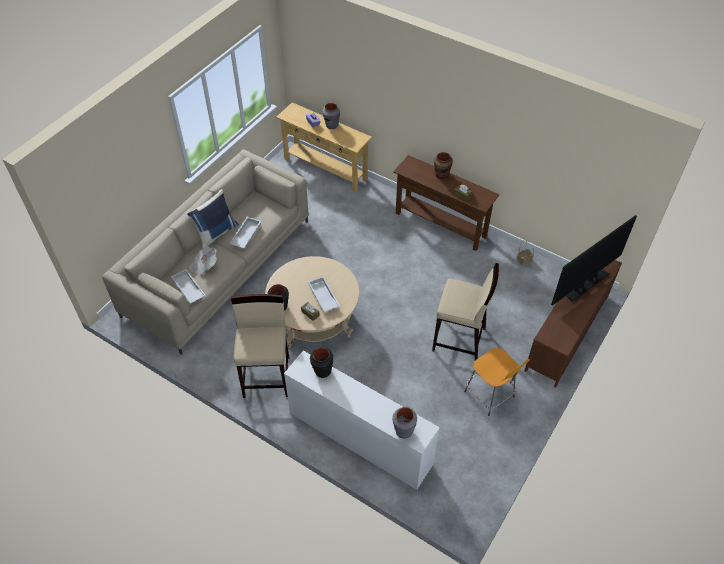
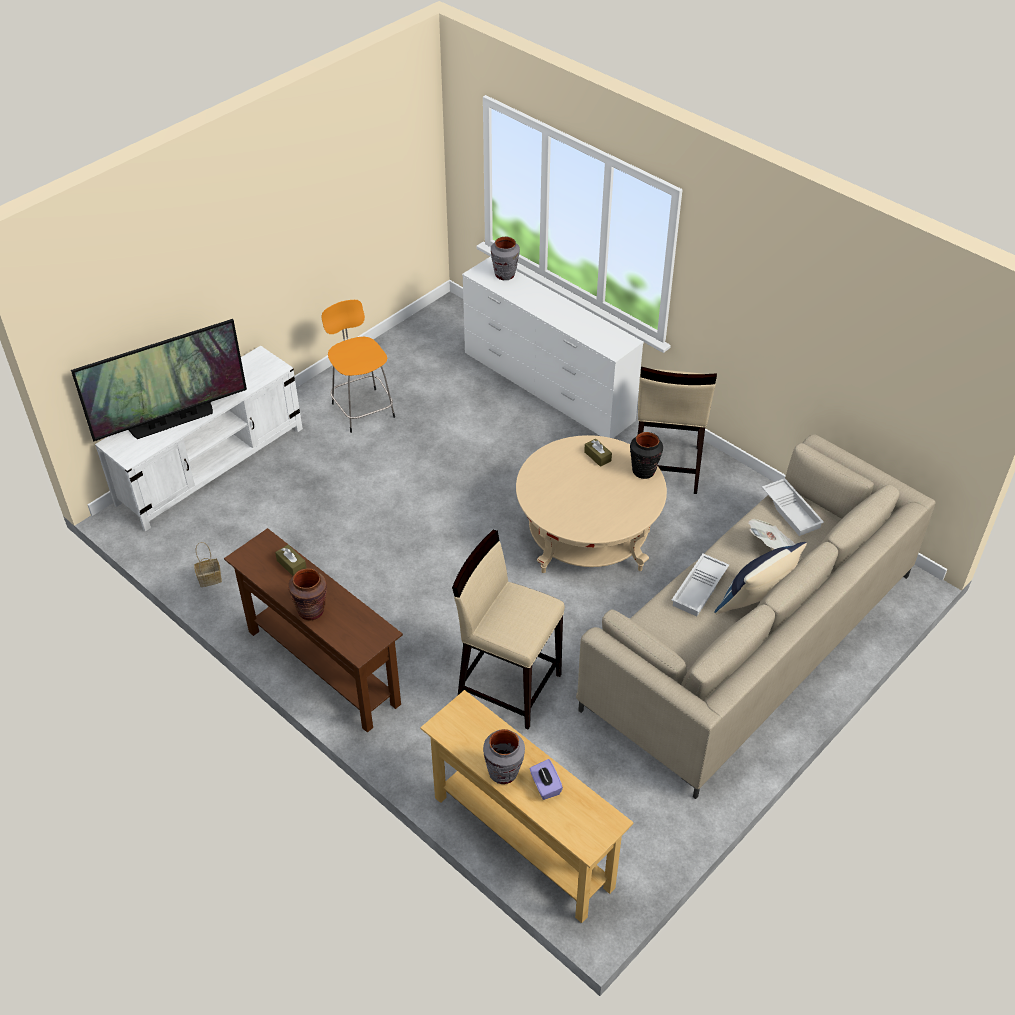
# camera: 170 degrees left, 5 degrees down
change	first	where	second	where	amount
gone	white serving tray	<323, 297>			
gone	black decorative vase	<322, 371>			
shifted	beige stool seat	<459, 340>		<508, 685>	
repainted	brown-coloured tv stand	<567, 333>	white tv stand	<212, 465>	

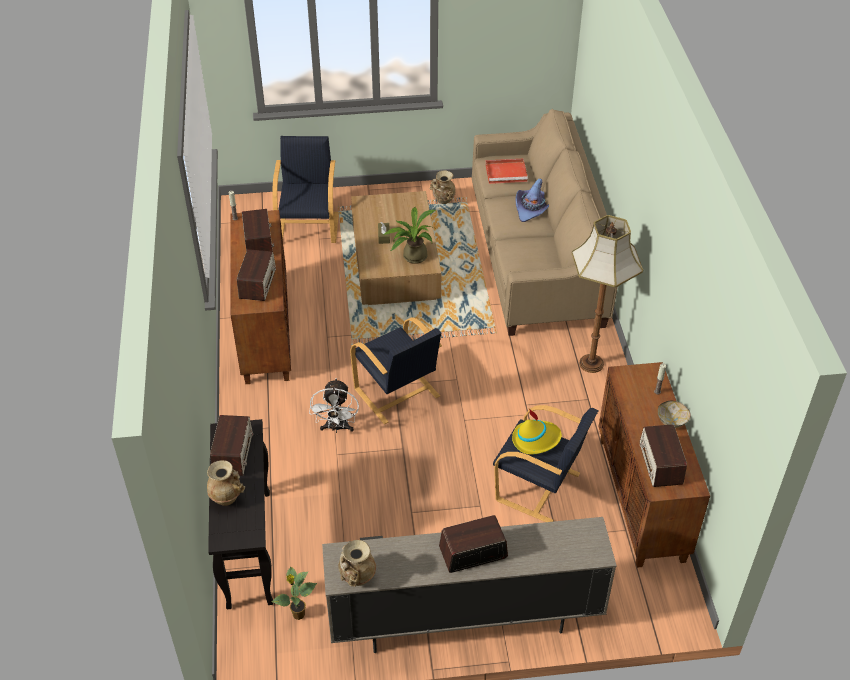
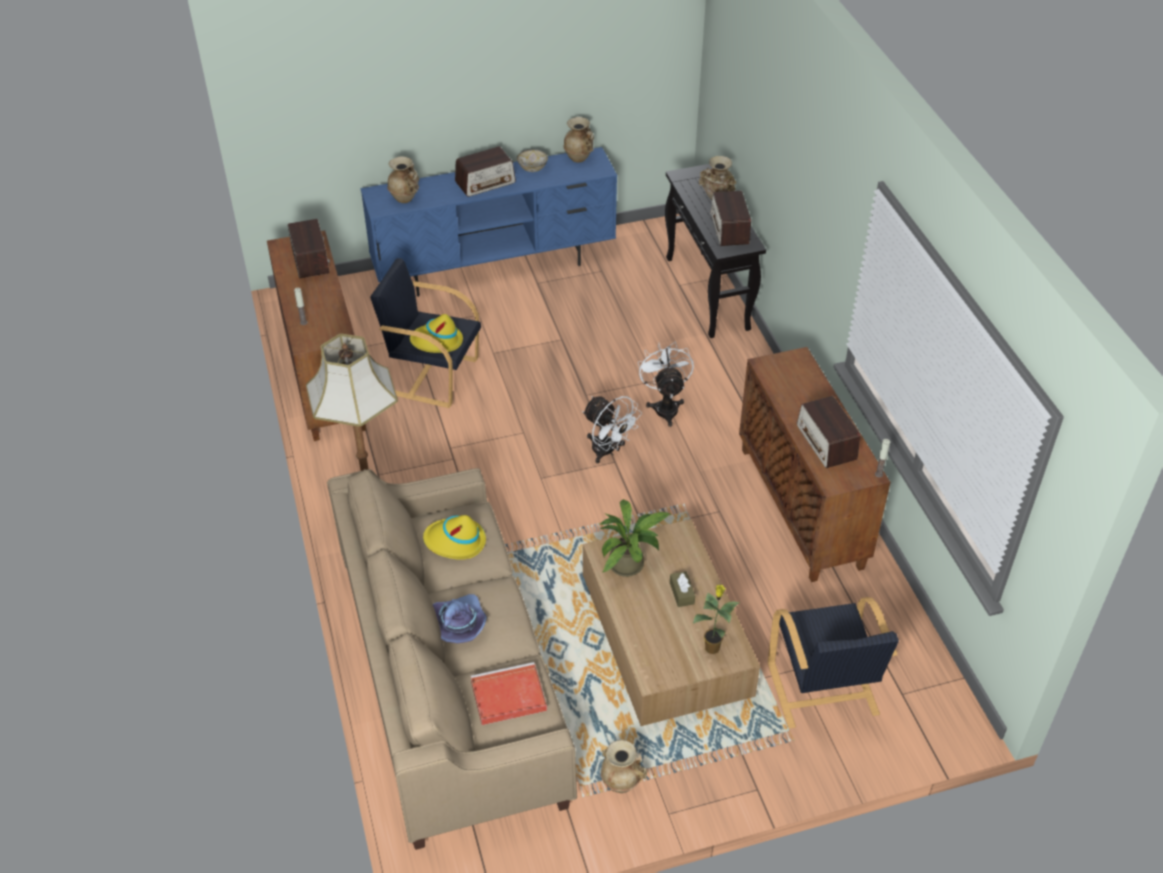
# camera: 170 degrees right, 0 degrees up
change	first	where	second	where	amount
gone	radio receiver	<257, 283>			
shifted	potted plant	<298, 615>		<712, 647>	
repainted	beige tv stand	<463, 621>	blue-coloured tv stand	<495, 267>	
swapped	black armchair	<397, 394>	white fan	<608, 451>	
shifted	bowl	<672, 422>		<532, 168>	
new			beige decorative vase	<405, 198>	
new			yellow clothing hat	<455, 542>	

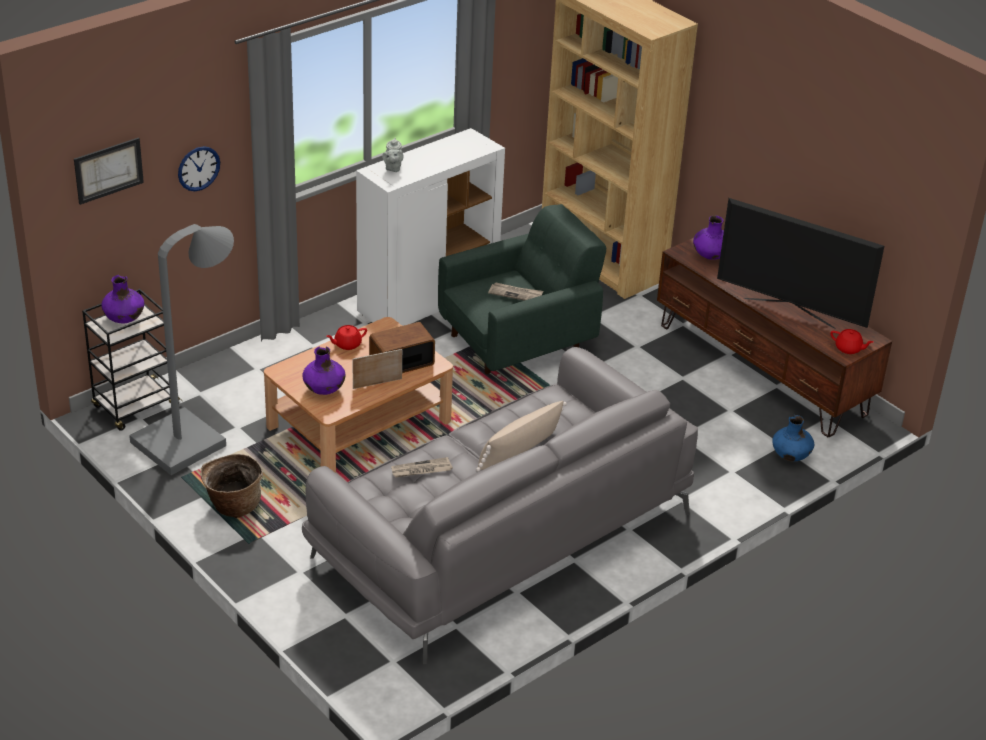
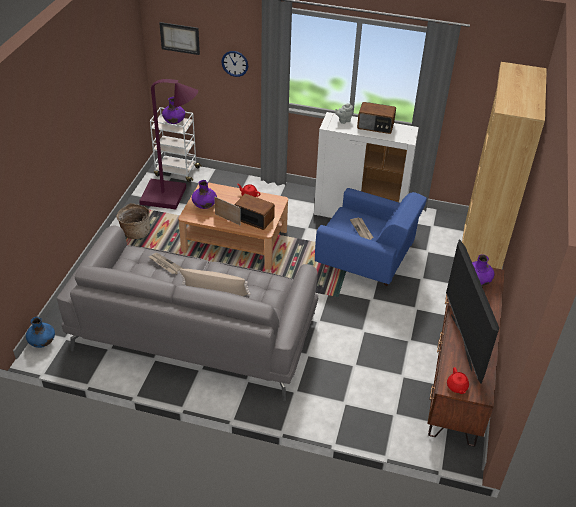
# camera: 55 degrees right, 5 degrees up
change	first	where	second	where	amount
repainted	black wheeled cart	<134, 407>	white wheeled cart	<176, 171>	
repainted	gray floor lamp	<189, 438>	purple-coloured floor lamp	<170, 196>	
repainted	green-coloured armchair	<519, 340>	blue-coloured armchair	<366, 261>	
shifted	blue-coloured decorative vase	<791, 456>		<42, 342>	
new			radio receiver	<375, 126>	

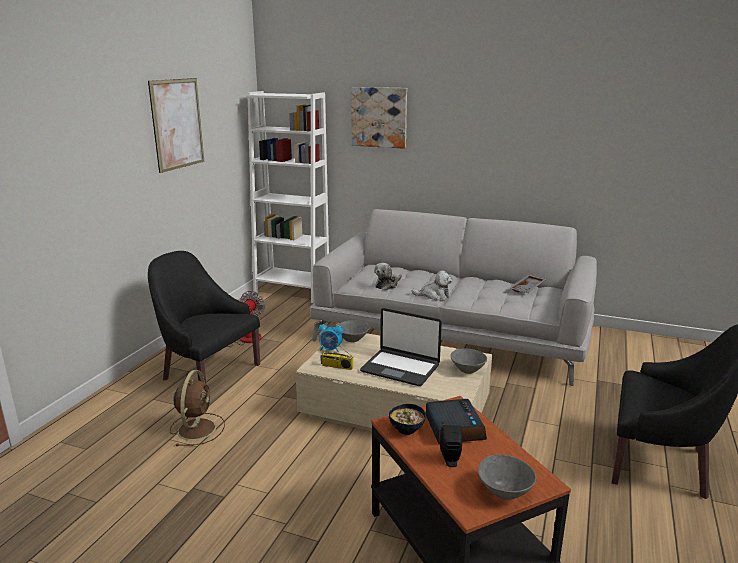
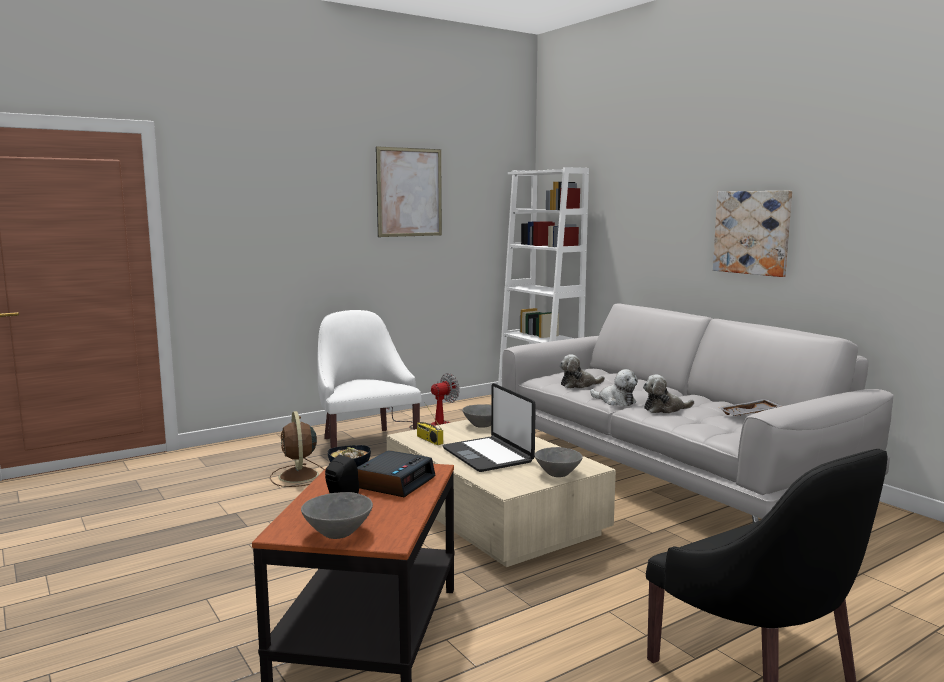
# camera: 35 degrees right, 10 degrees down
change	first	where	second	where	amount
repainted	black armchair	<208, 373>	white armchair	<365, 442>	
rotated	brown-coloured fan	<197, 428>		<299, 476>	120 degrees clockwise
gone	table clock	<330, 349>			
shifted	wall art	<379, 117>		<752, 232>	
new			plush toy	<664, 409>	

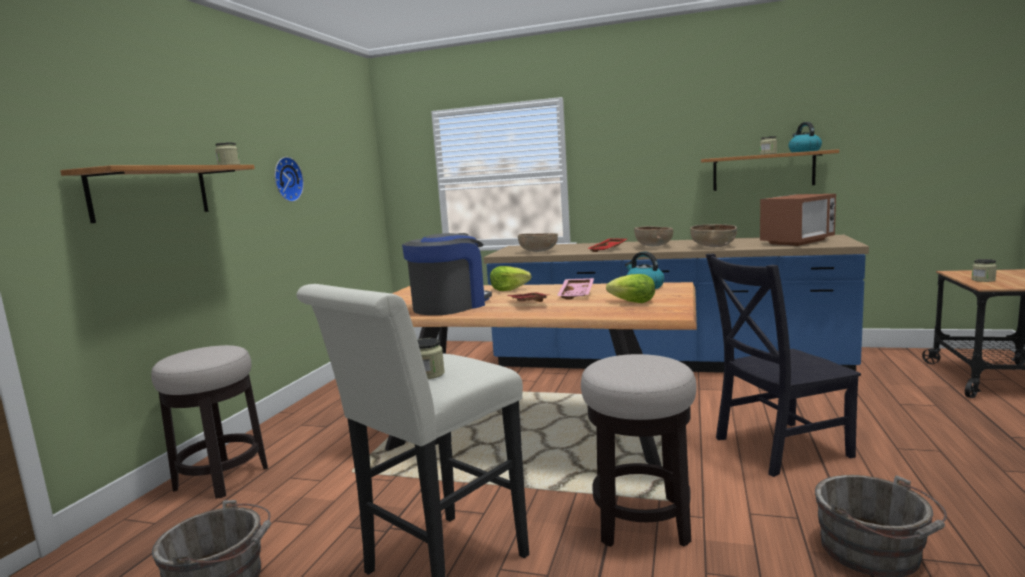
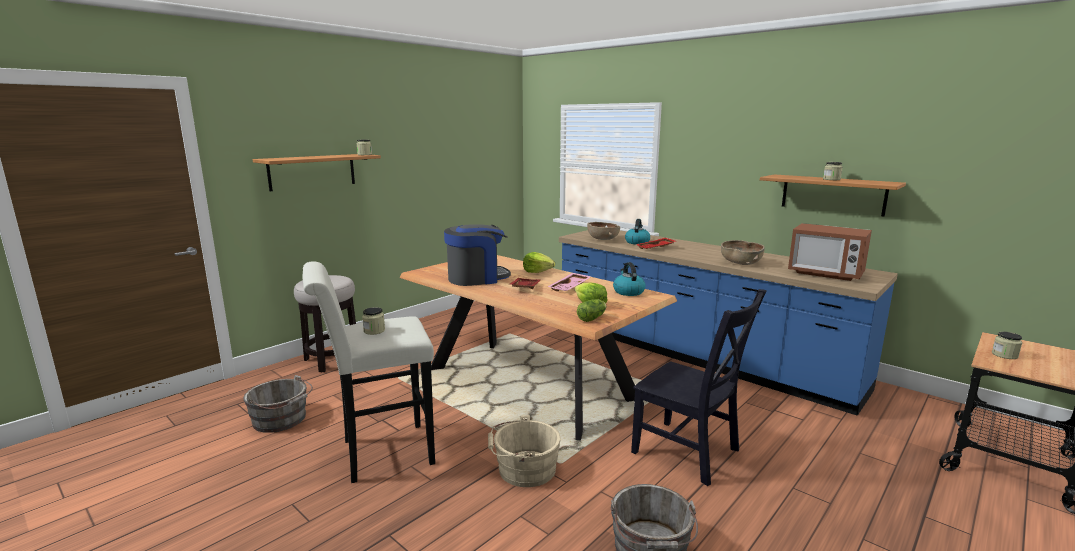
# camera: 25 degrees right, 5 degrees up
change	first	where	second	where	amount
gone	wall clock	<286, 179>			
swapped	stool seat	<641, 521>	beige water bucket	<523, 469>	
gone	brown-coloured bowl	<653, 246>			
rotated	black plain chair	<777, 448>		<689, 453>	150 degrees counterclockwise
rotated	microwave oven	<797, 242>		<825, 274>	45 degrees clockwise
shifted	water kettle	<804, 151>		<637, 242>	
new			head of lettuce	<593, 318>	

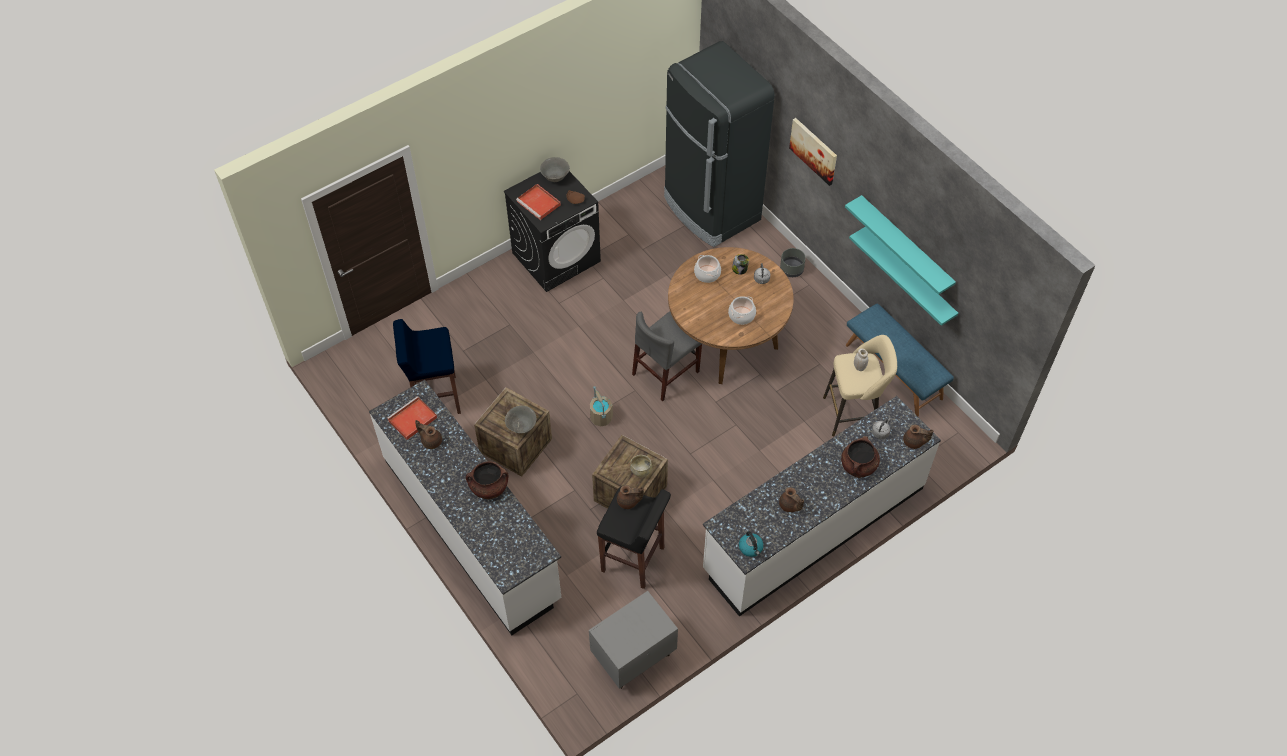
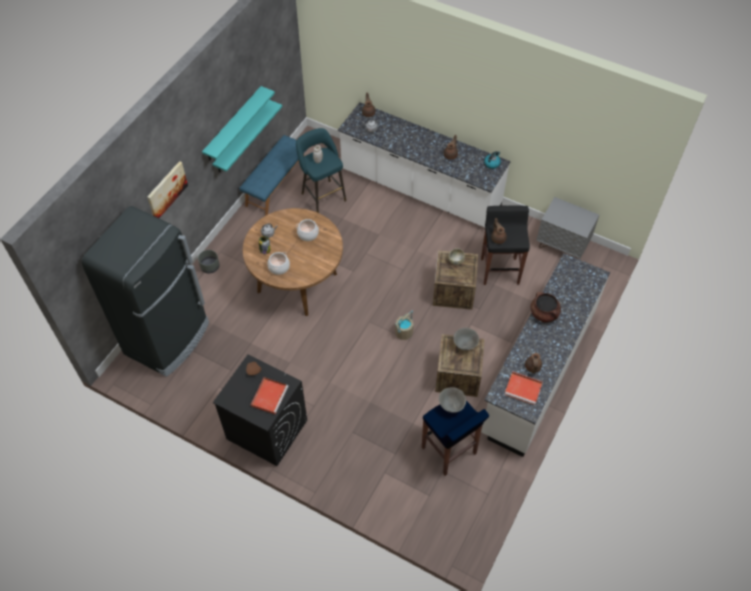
# camera: 115 degrees left, 0 degrees up
change	first	where	second	where	amount
shifted	gray bowl	<555, 177>		<451, 405>	
gone	gray plain chair	<666, 373>			
repainted	beige stool seat	<853, 413>	blue-green stool seat	<322, 195>	
gone	brown-coloured cooking pot	<858, 466>			

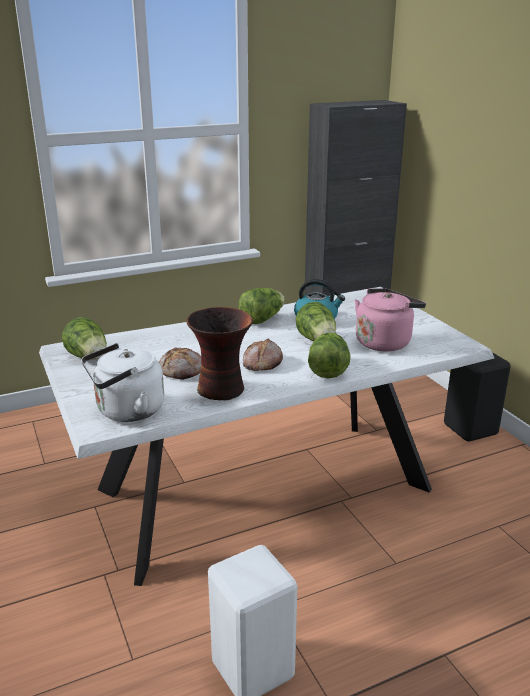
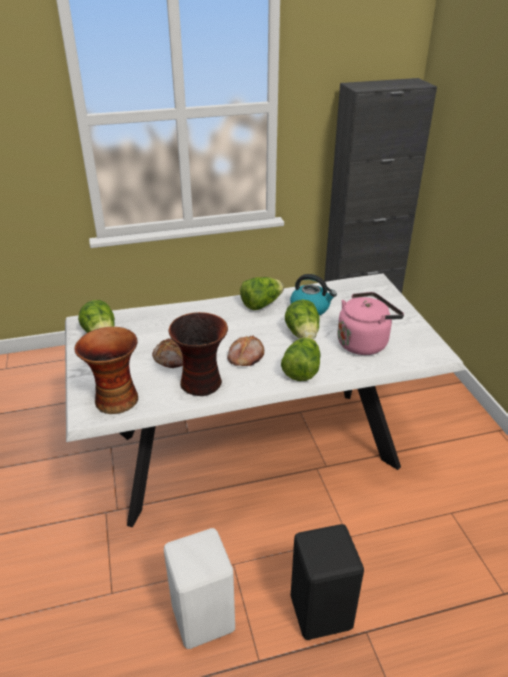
# camera: 10 degrees right, 10 degrees up
change	first	where	second	where	amount
swapped	white water kettle	<126, 411>	decorative vase	<115, 399>	
shifted	black stool seat	<472, 429>		<322, 613>	

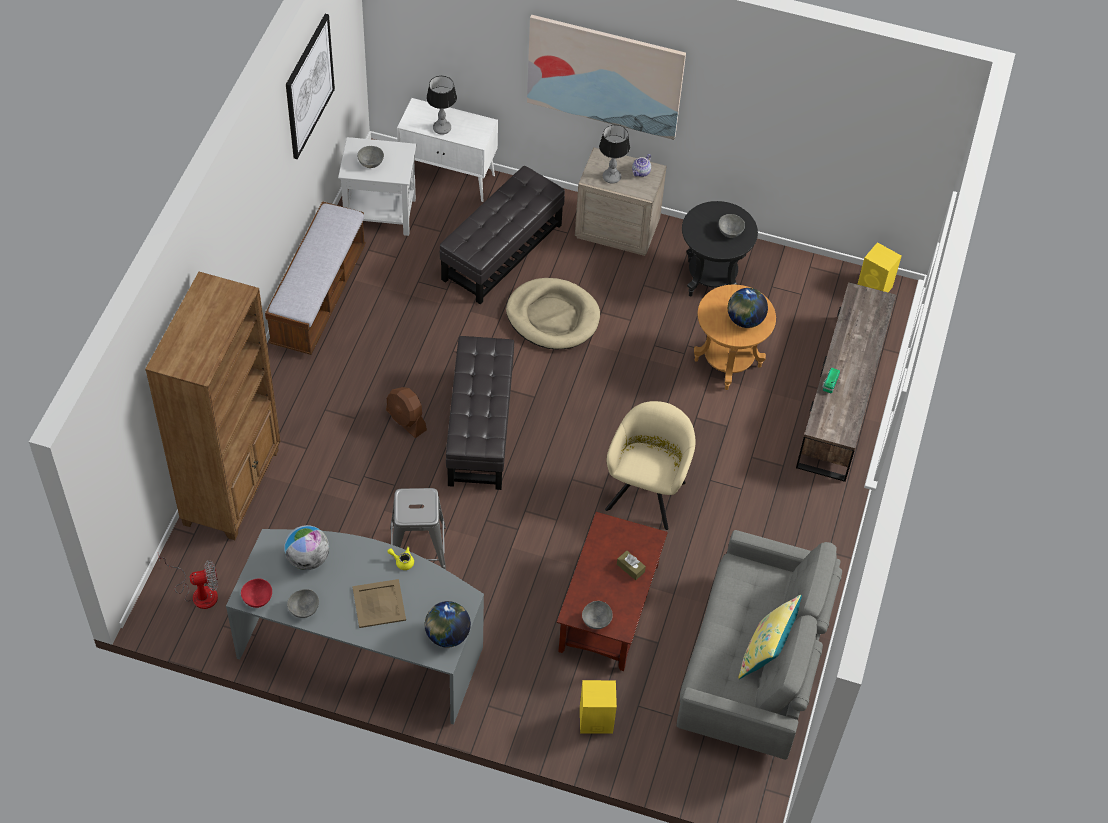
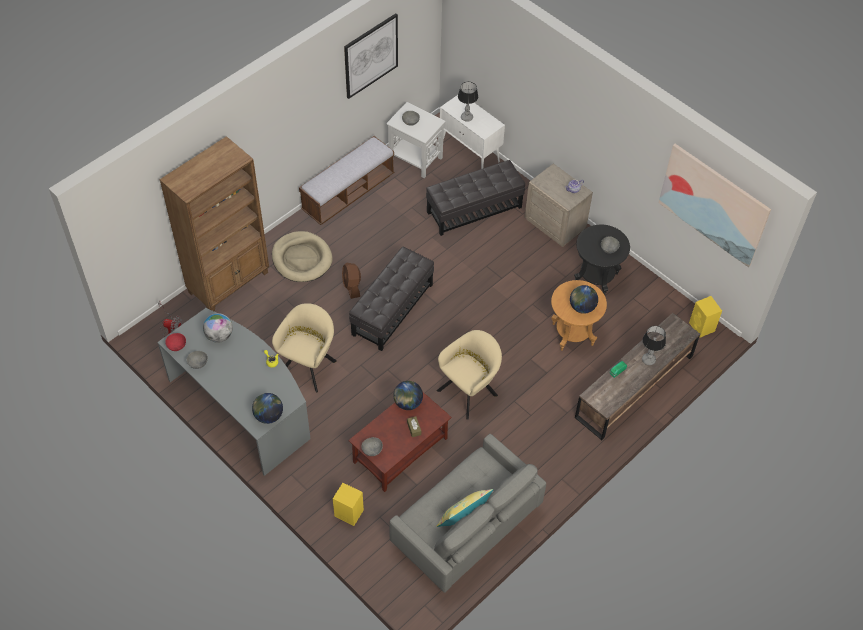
# camera: 30 degrees right, 0 degrees up
change	first	where	second	where	amount
gone	beige serving tray	<378, 603>			
swapped	gray stool seat	<417, 551>	beige armchair	<309, 365>	
shifted	beige dog bed	<553, 317>		<302, 259>	
shifted	wall art	<605, 76>		<713, 204>	
shifted	table lamp	<611, 177>		<648, 360>	
new			desk globe	<408, 403>	

